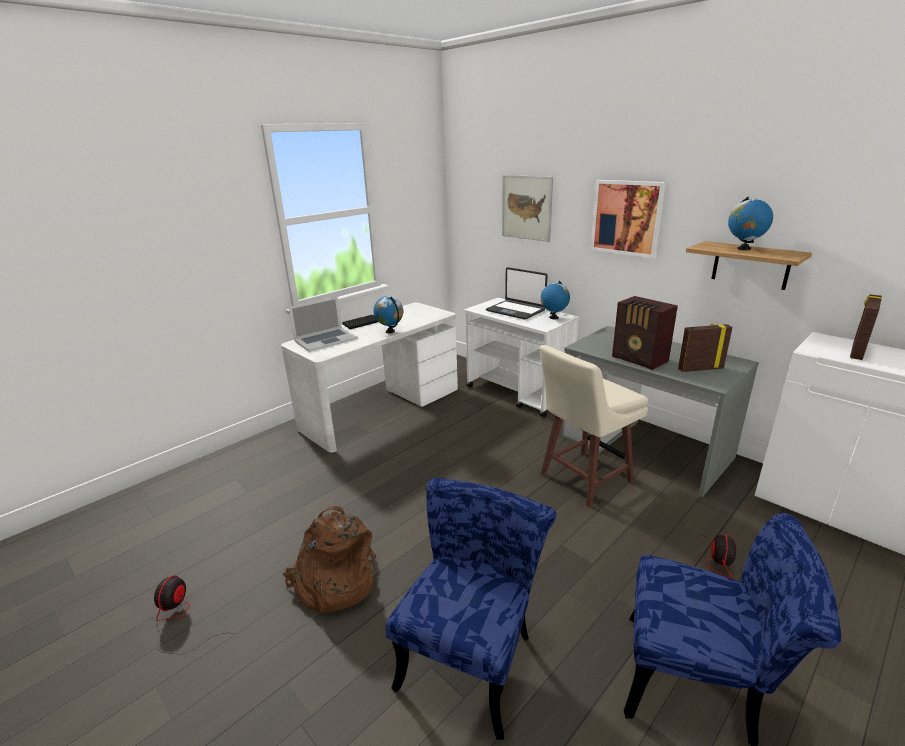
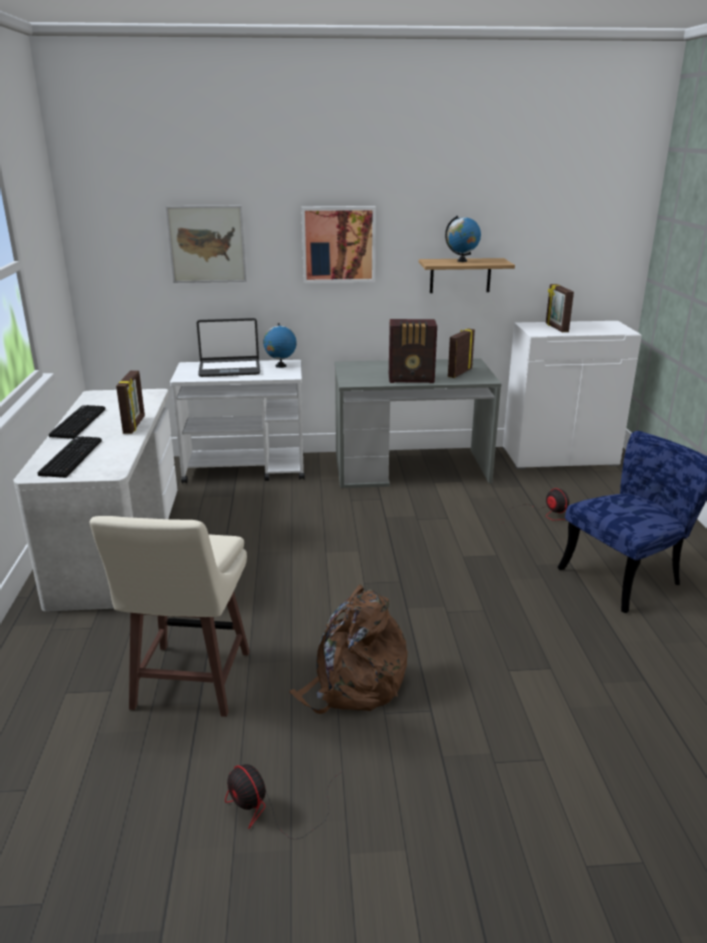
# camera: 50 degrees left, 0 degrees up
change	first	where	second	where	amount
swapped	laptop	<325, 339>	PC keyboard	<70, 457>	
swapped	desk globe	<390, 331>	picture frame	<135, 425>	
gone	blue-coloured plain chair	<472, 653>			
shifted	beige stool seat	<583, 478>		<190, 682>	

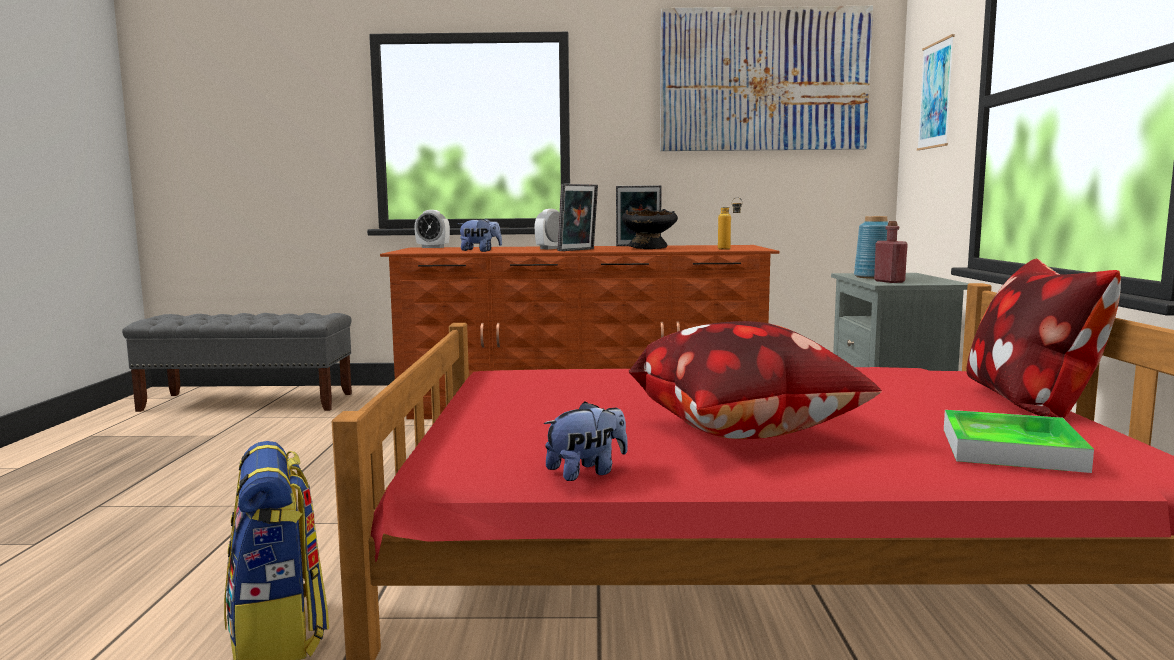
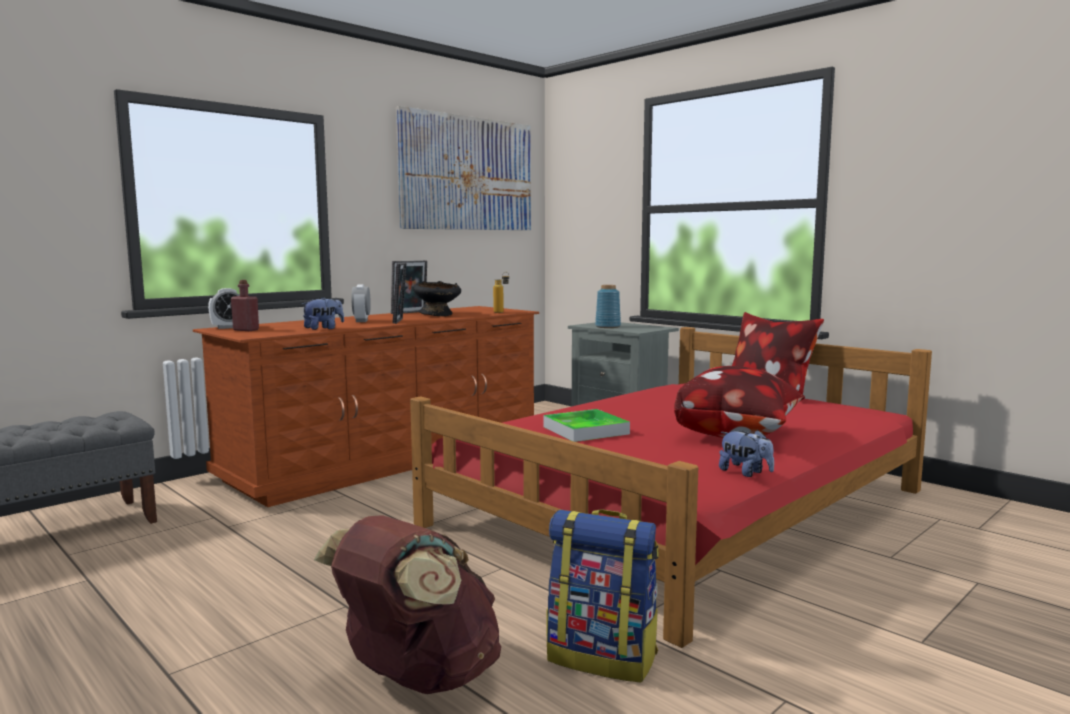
# camera: 45 degrees left, 0 degrees up
change	first	where	second	where	amount
rotated	plush toy	<587, 472>		<745, 473>	120 degrees clockwise
shifted	red-coloured bottle	<889, 281>		<246, 330>	
gone	wall art	<936, 95>			
shifted	serving tray	<1011, 449>		<585, 430>	
new			brown-coloured backpack	<417, 677>	

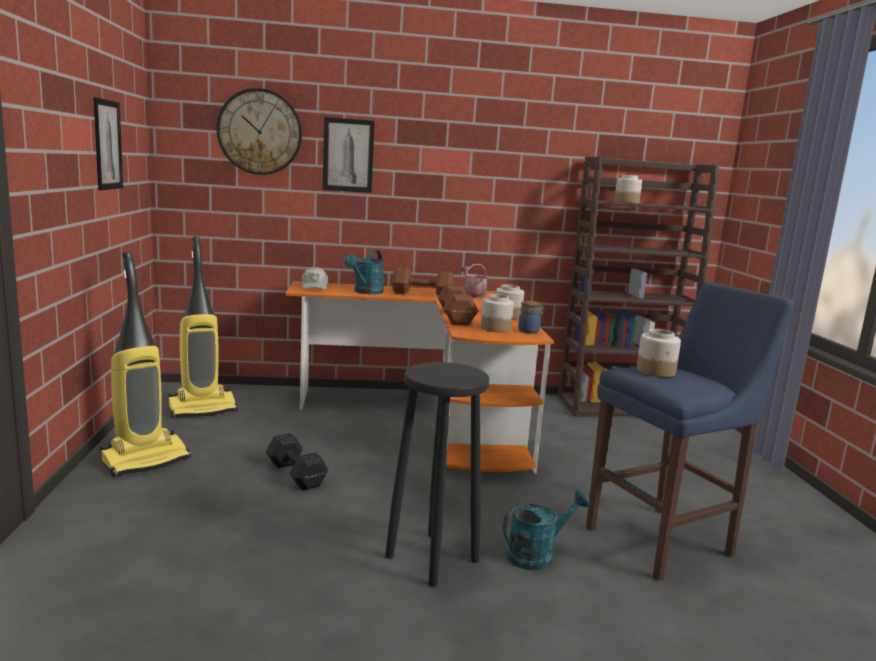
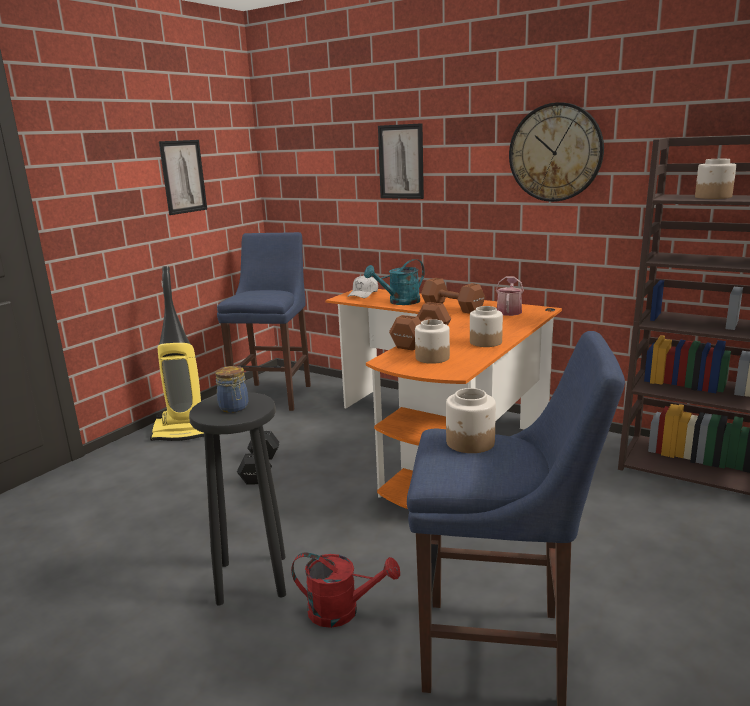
# camera: 40 degrees right, 5 degrees up
change	first	where	second	where	amount
swapped	vacuum	<203, 409>	blue-coloured stool seat	<275, 395>	
shifted	wall clock	<260, 132>		<555, 152>	
repainted	blue-green watering pot	<537, 554>	red-coloured watering pot	<342, 611>	
shifted	preserve jar	<529, 331>		<234, 408>	

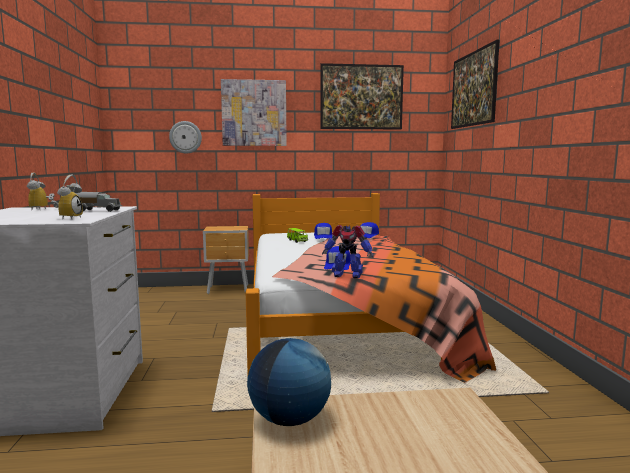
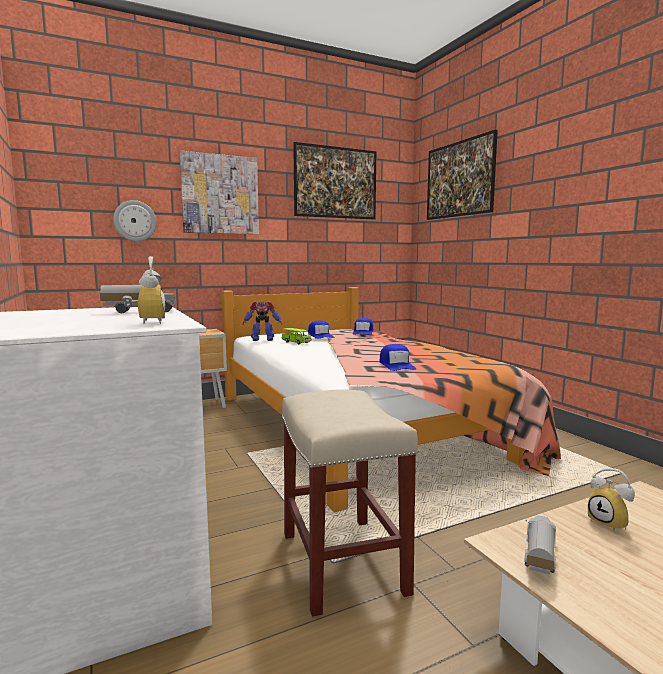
# camera: 20 degrees left, 0 degrees up
change	first	where	second	where	amount
shifted	table clock	<42, 209>		<611, 523>	
swapped	desk globe	<290, 419>	model truck	<538, 556>	
shifted	robot figure	<347, 275>		<262, 339>	
new			beige stool seat	<341, 561>	

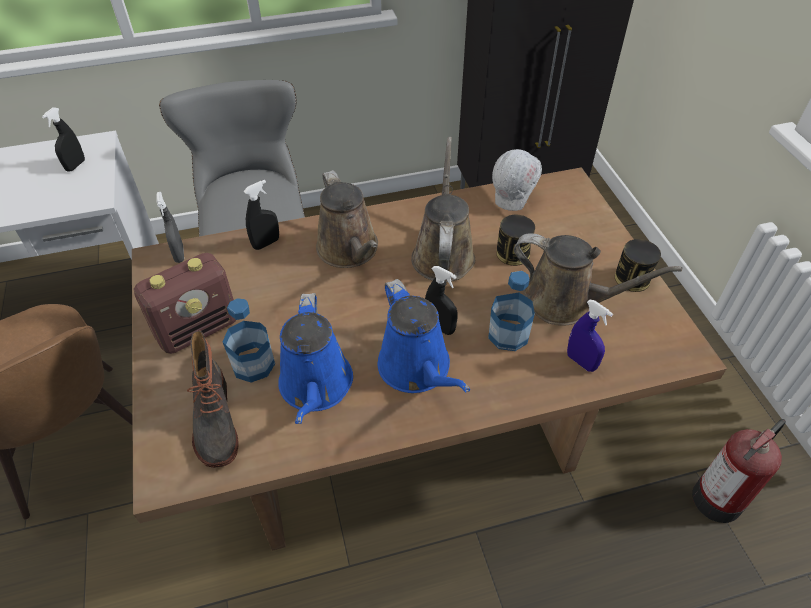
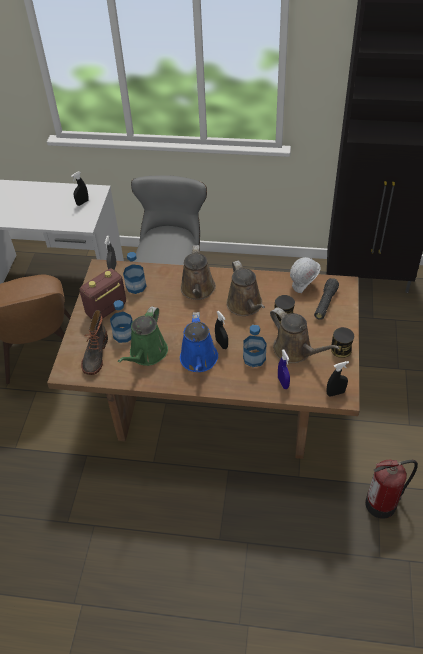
# camera: 25 degrees right, 0 degrees up
change	first	where	second	where	amount
rotated	radio receiver	<198, 329>		<106, 309>	150 degrees clockwise
shifted	black hand sprayer	<266, 243>		<335, 393>	
repainted	blue-coloured watering pot	<316, 387>	green-coloured watering pot	<147, 354>	
rotated	brown-coloured watering pot	<443, 253>		<246, 306>	135 degrees clockwise
new			bottle	<136, 286>	
new			black hand torch	<325, 303>	

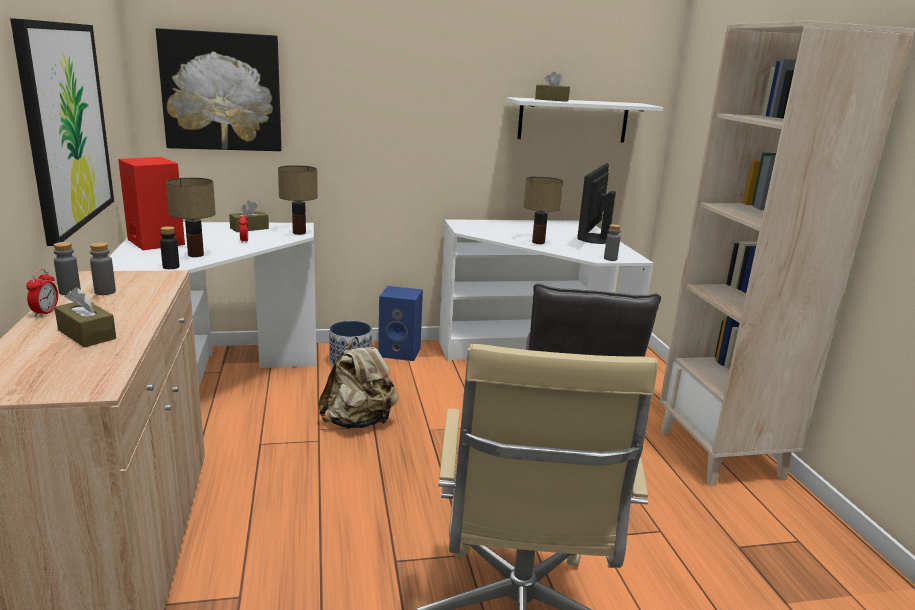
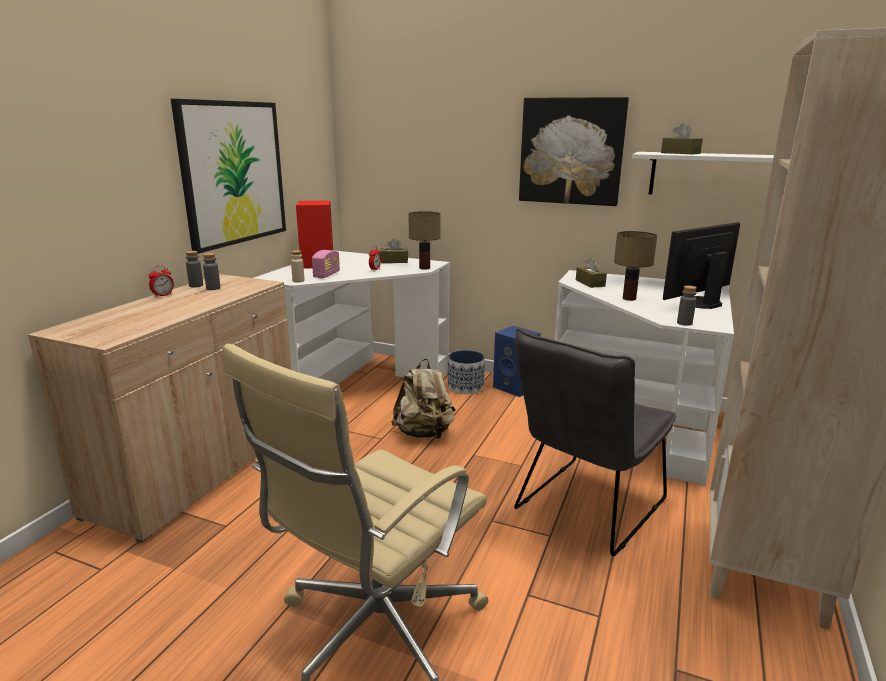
# camera: 35 degrees right, 0 degrees up
change	first	where	second	where	amount
shifted	brown-coloured tissue box	<87, 334>		<590, 283>	
shifted	wall art	<222, 92>		<571, 151>	
repainted	black bottle	<171, 267>	beige bottle	<298, 281>	
swapped	table lamp	<195, 255>	radio receiver	<326, 275>	

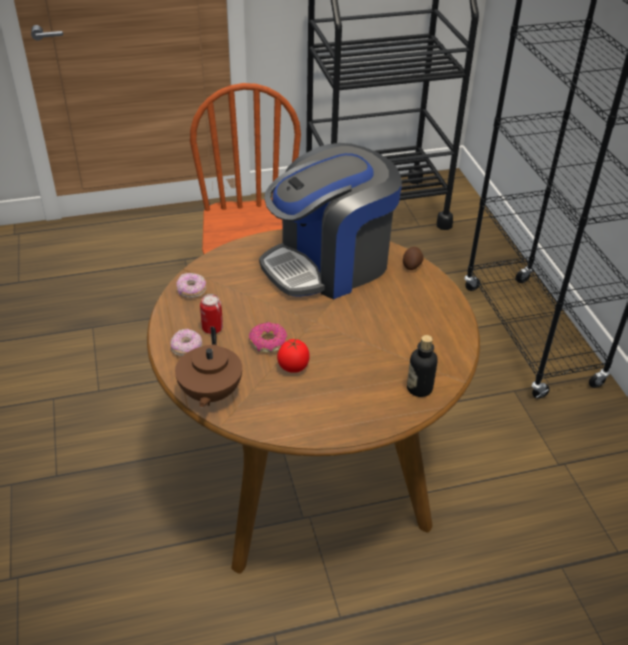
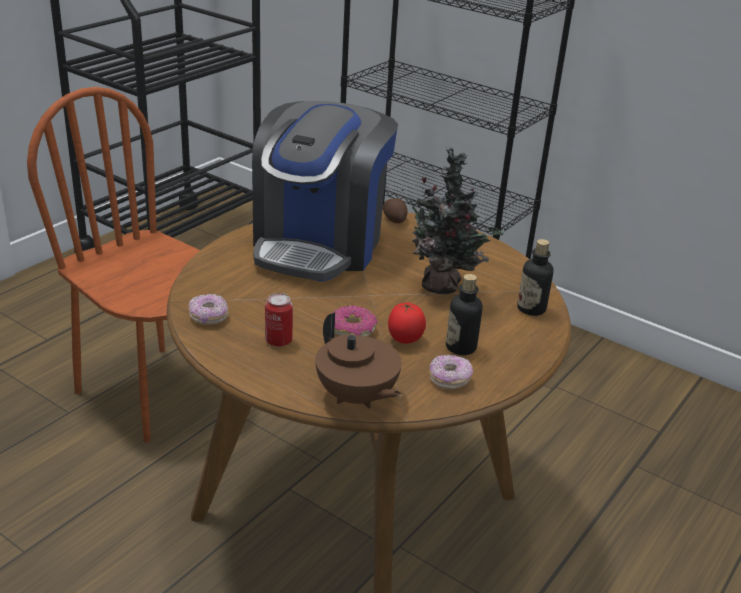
# camera: 40 degrees left, 10 degrees down
change	first	where	second	where	amount
shifted	donut	<187, 348>		<449, 380>	
new			potted plant	<444, 287>	
new			bottle	<461, 347>	

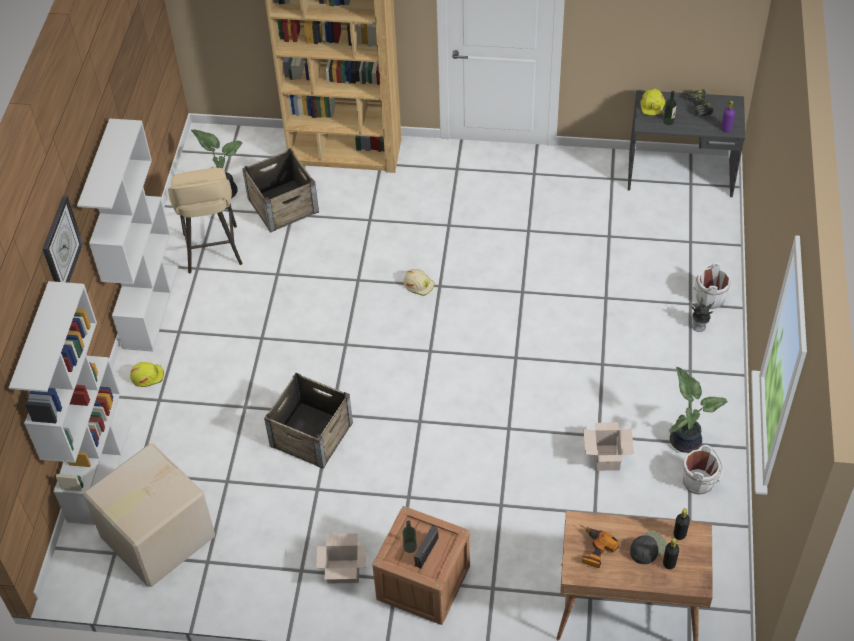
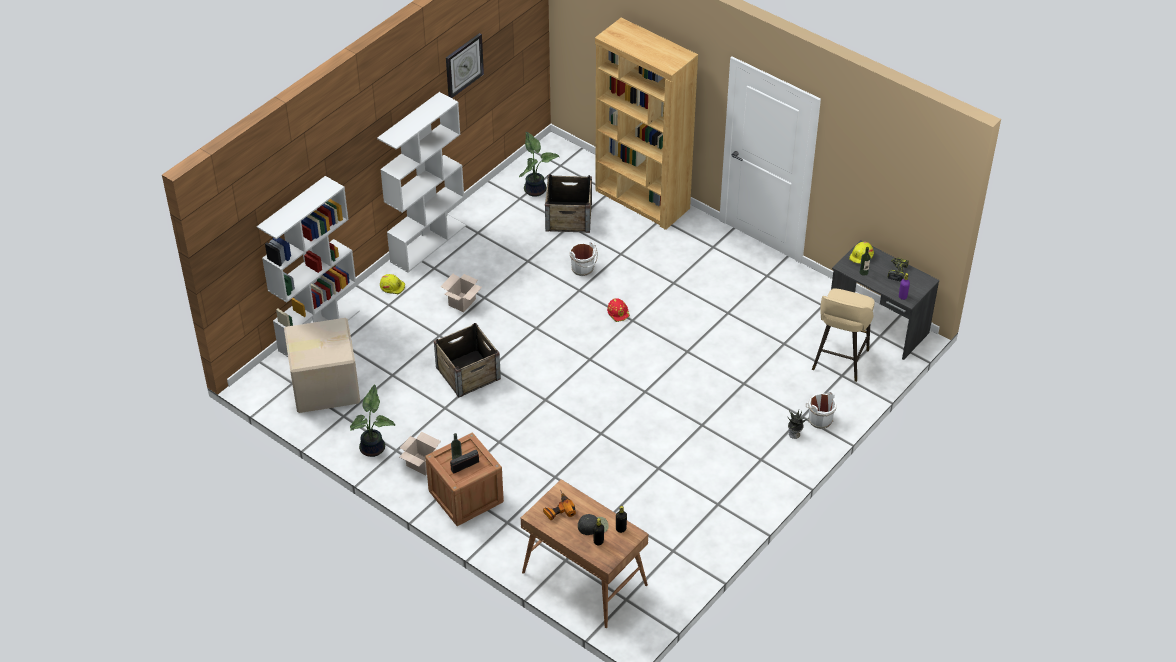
# camera: 30 degrees right, 5 degrees down
change	first	where	second	where	amount
shifted	wall clock	<61, 246>		<463, 65>	
shifted	beige stool seat	<212, 251>		<839, 361>	
repainted	beige safety helmet	<419, 284>	red-coloured safety helmet	<618, 313>	
shifted	packing box	<607, 458>		<462, 303>	
shifted	potted plant	<686, 439>		<374, 448>	
shifted	white water bucket	<699, 482>		<583, 269>	

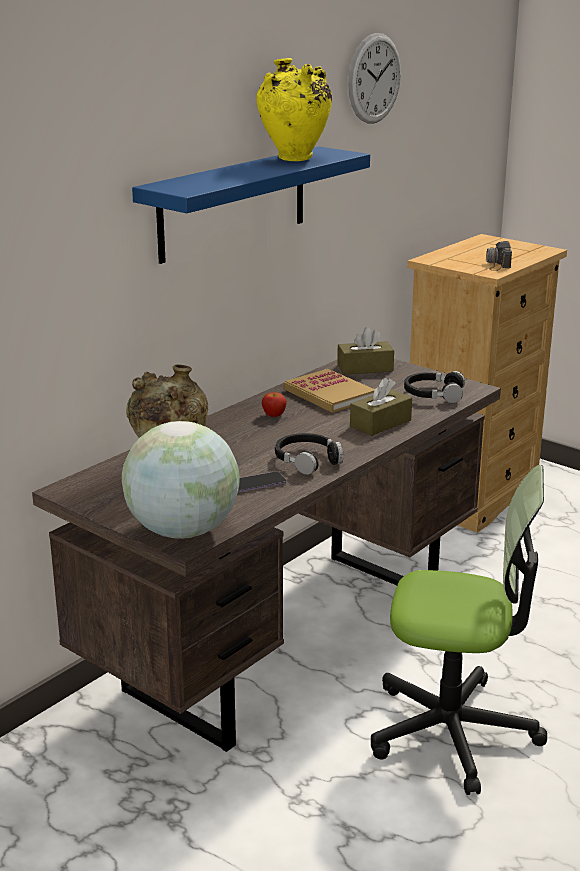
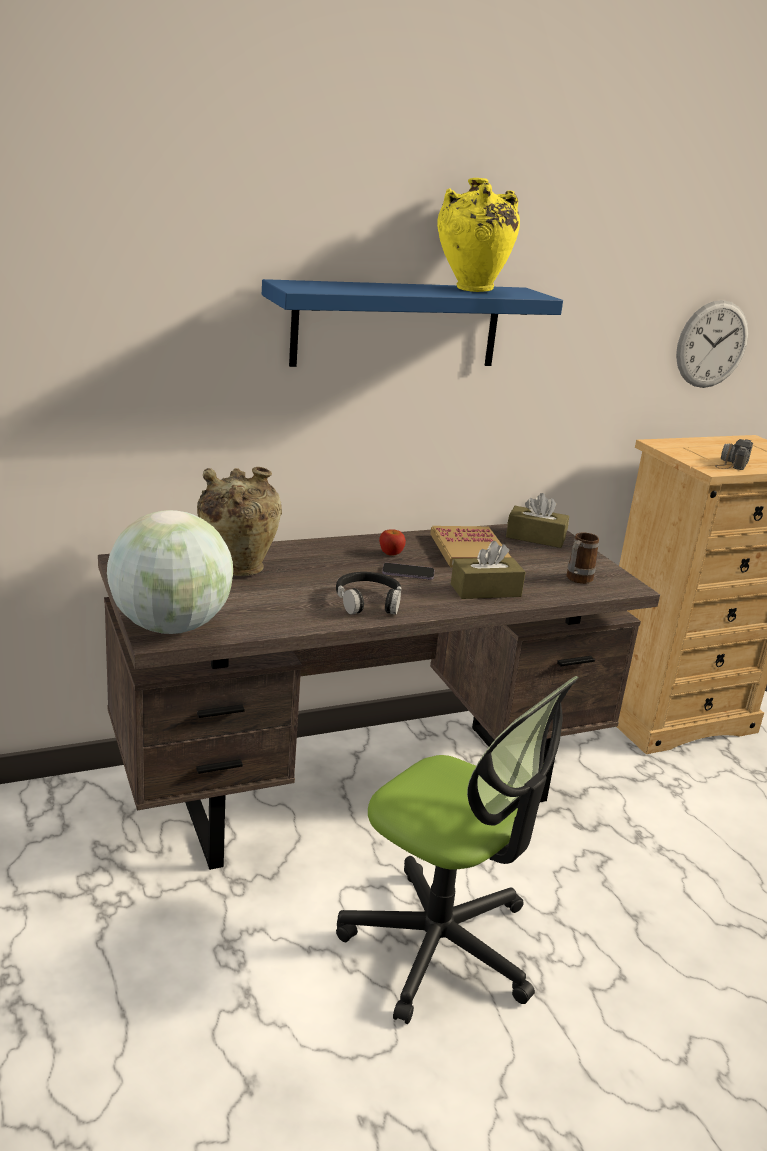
# camera: 25 degrees right, 0 degrees up
change	first	where	second	where	amount
shifted	phone	<258, 484>		<408, 573>	
shifted	wall clock	<374, 78>		<712, 344>	
swapped	black pair of headphones	<433, 394>	tea mug	<576, 580>	

